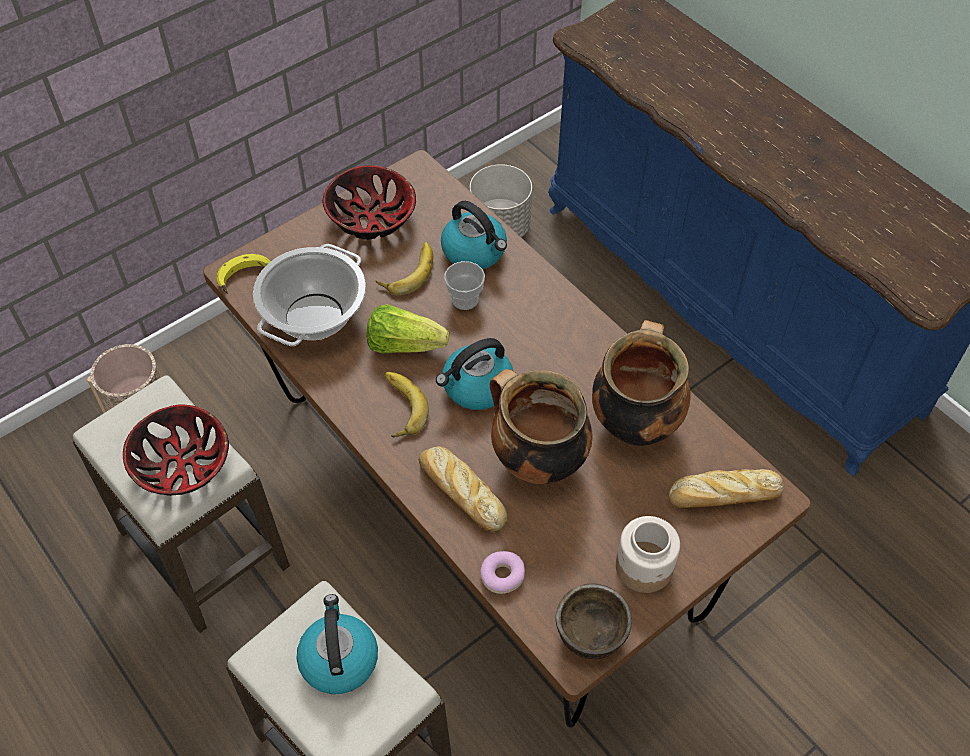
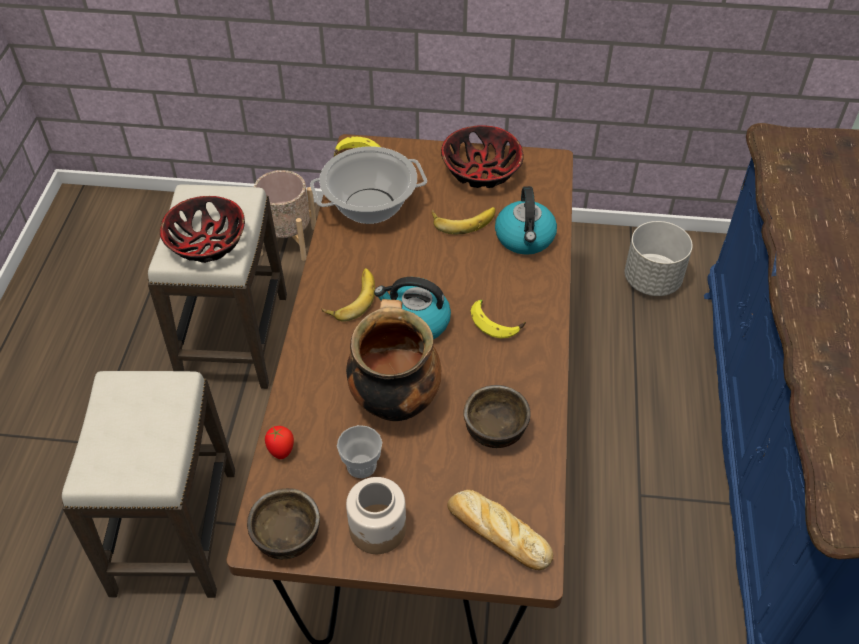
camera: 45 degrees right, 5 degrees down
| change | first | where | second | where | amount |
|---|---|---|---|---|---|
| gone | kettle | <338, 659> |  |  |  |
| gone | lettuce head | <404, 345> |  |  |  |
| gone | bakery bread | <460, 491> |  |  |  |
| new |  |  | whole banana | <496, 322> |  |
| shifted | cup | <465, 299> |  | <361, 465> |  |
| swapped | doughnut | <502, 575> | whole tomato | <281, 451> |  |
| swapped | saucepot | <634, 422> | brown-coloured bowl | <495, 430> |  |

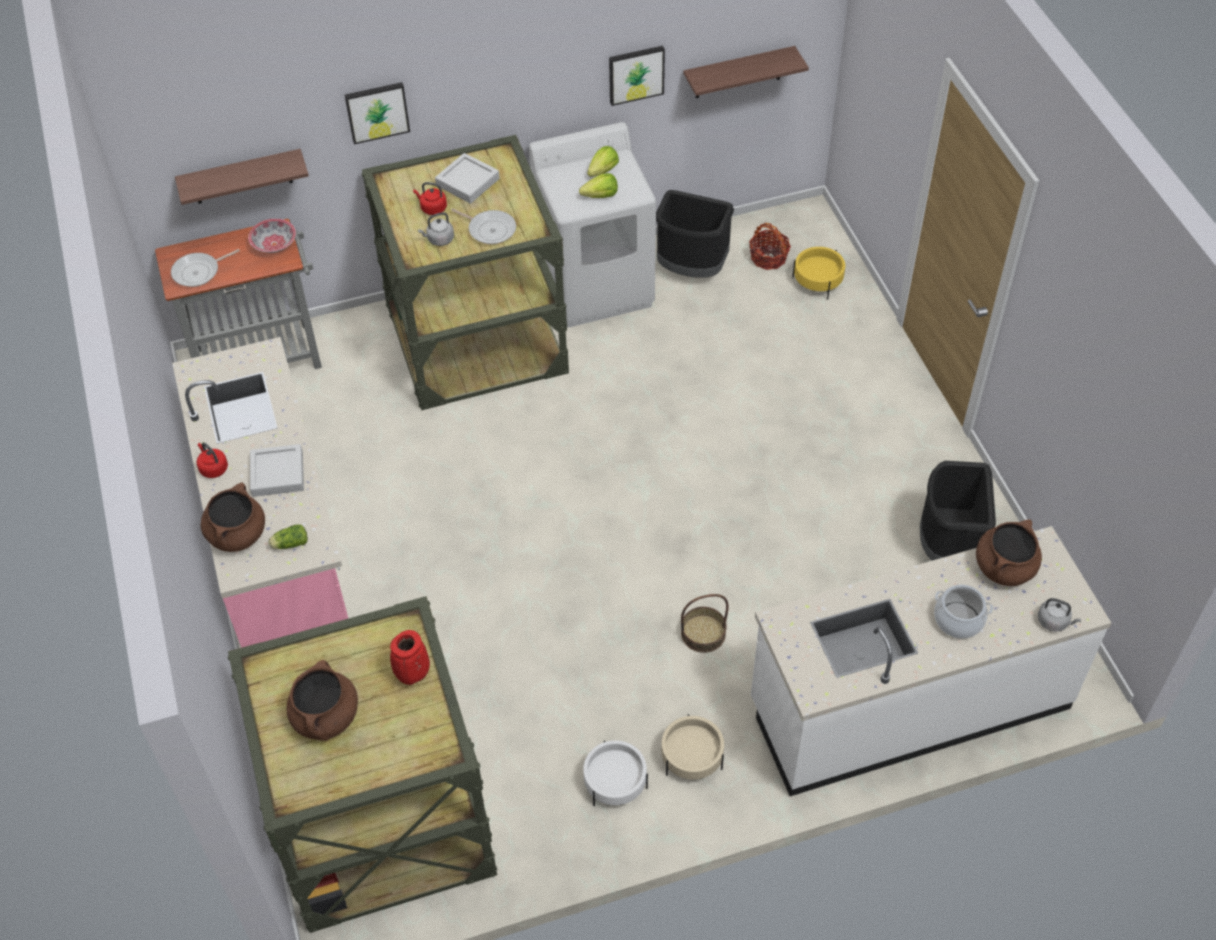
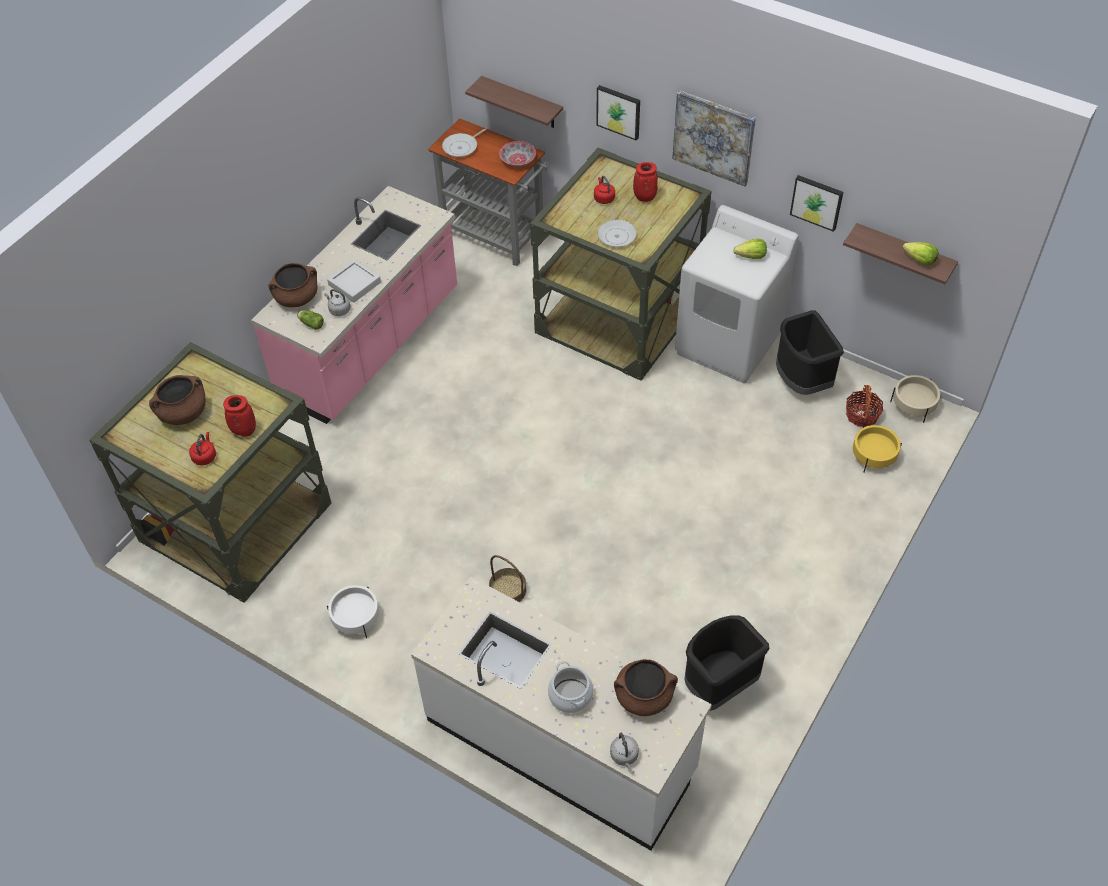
camera: 50 degrees right, 0 degrees up
| change | first | where | second | where | amount |
|---|---|---|---|---|---|
| new |  |  | picture | <713, 137> |  |
| shifted | red kettle | <213, 468> |  | <205, 456> |  |
| shifted | greyish kettle | <439, 239> |  | <339, 310> |  |
| shifted | lettuce head | <601, 196> |  | <919, 260> |  |
| shifted | sand-coloured planter | <691, 758> |  | <913, 405> |  |
| swapped | greyish tray | <467, 182> | red decorative vase | <644, 198> |  |
| rotated | frying pan | <199, 272> |  | <462, 147> | 60 degrees counterclockwise |

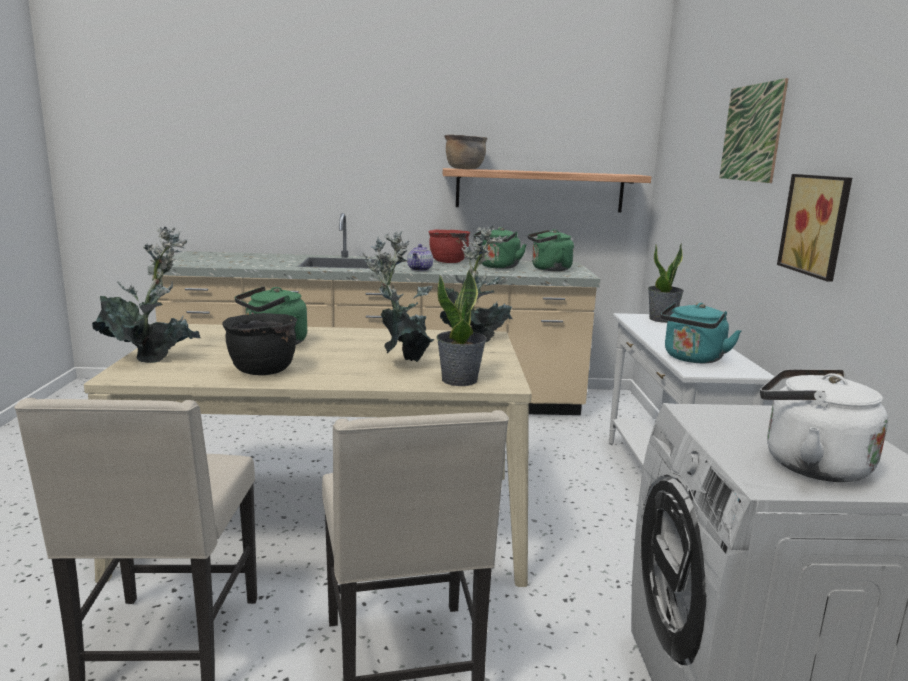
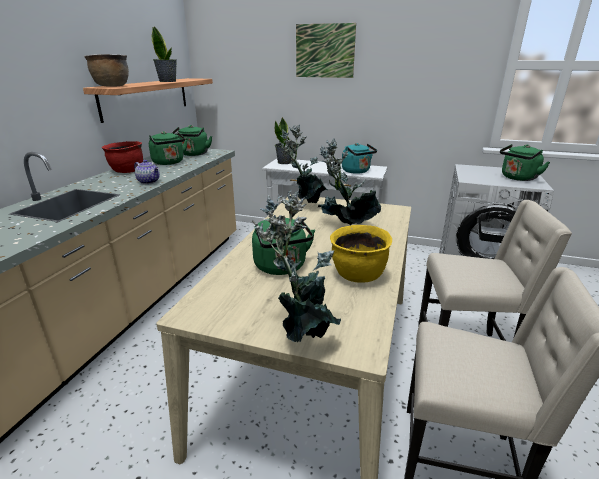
camera: 70 degrees left, 10 degrees up
| change | first | where | second | where | amount |
|---|---|---|---|---|---|
| gone | picture | <818, 225> |  |  |  |
| shifted | plant in a pot | <460, 380> |  | <168, 81> |  |
| repainted | blackish saucepot | <262, 370> | yellowish saucepot | <358, 275> |  |
| repainted | white-coloured kettle | <808, 464> | green-coloured kettle | <517, 178> |  |

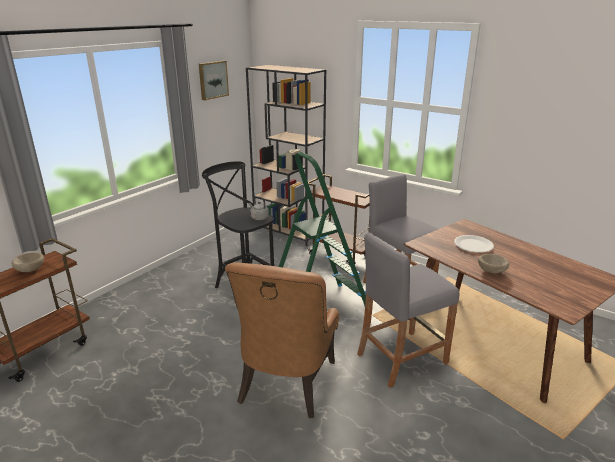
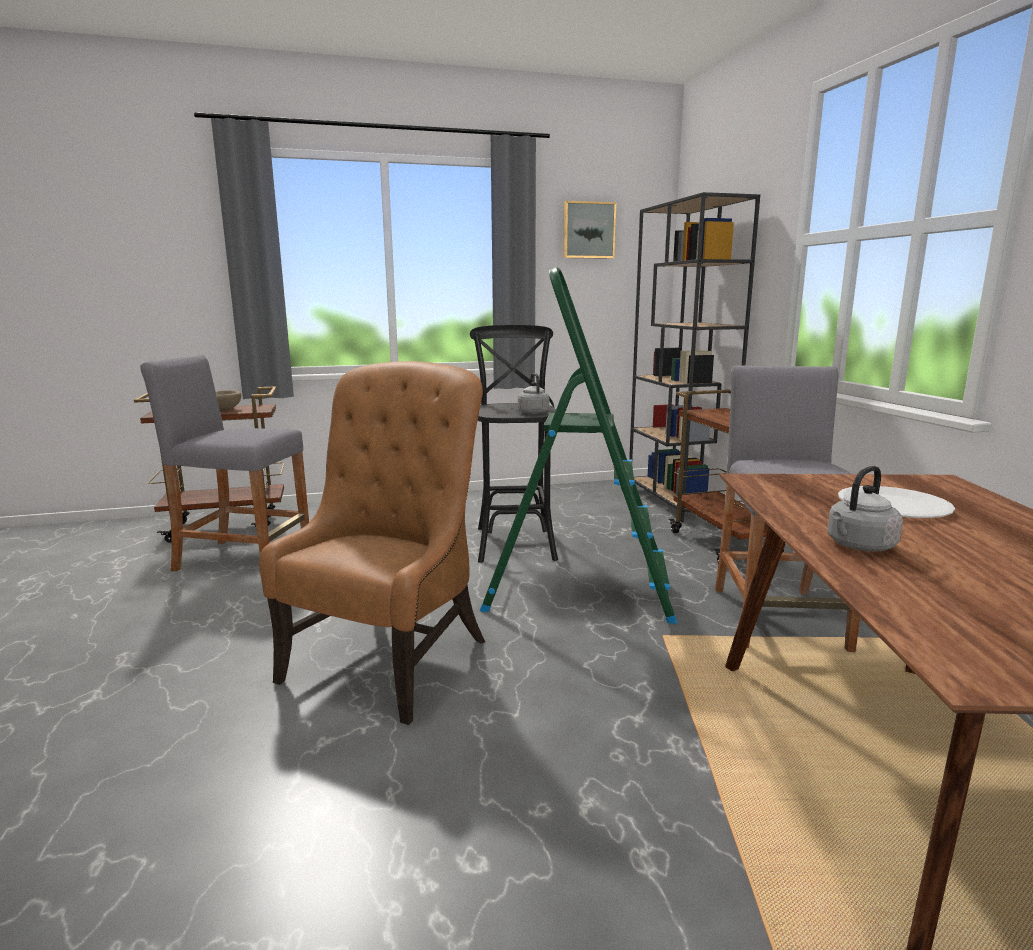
camera: 40 degrees right, 10 degrees down
| change | first | where | second | where | amount |
|---|---|---|---|---|---|
| shifted | greyish stool seat | <401, 358> |  | <244, 559> |  |
| swapped | sand-coloured bowl | <492, 271> | greyish kettle | <858, 546> |  |
| rotated | brown-coloured upright chair | <286, 382> |  | <389, 659> | 150 degrees clockwise |

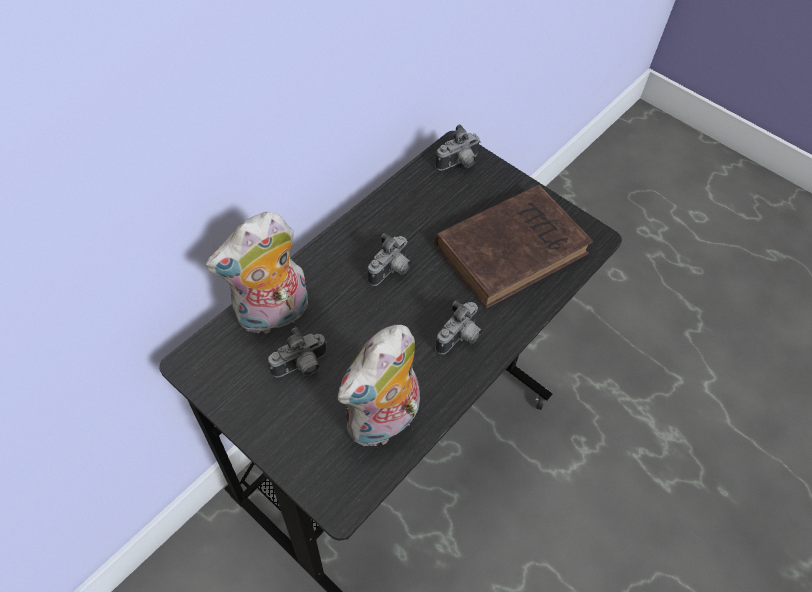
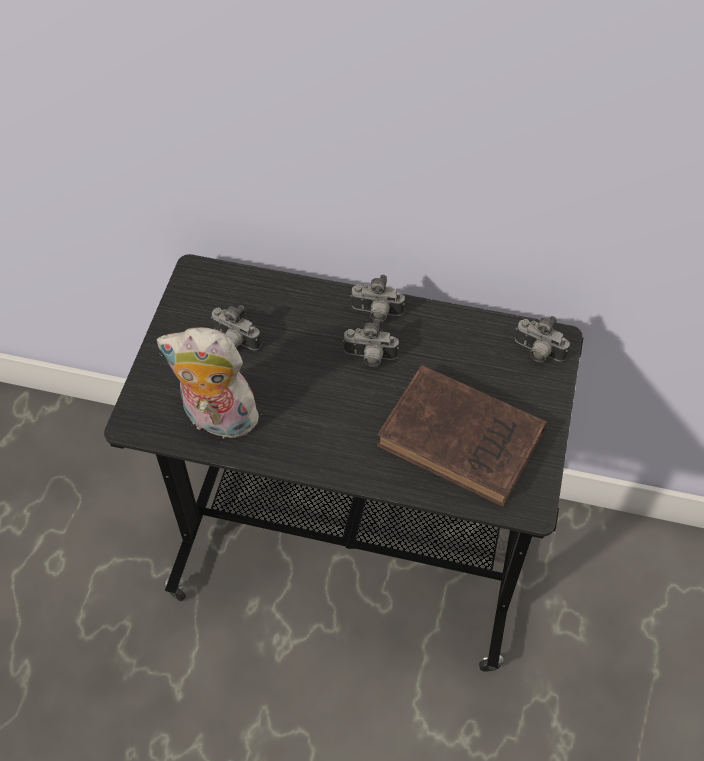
camera: 65 degrees right, 0 degrees up
| change | first | where | second | where | amount |
|---|---|---|---|---|---|
| gone | plush toy | <273, 315> |  |  |  |
| shifted | photo camera | <460, 338> |  | <376, 313> |  |

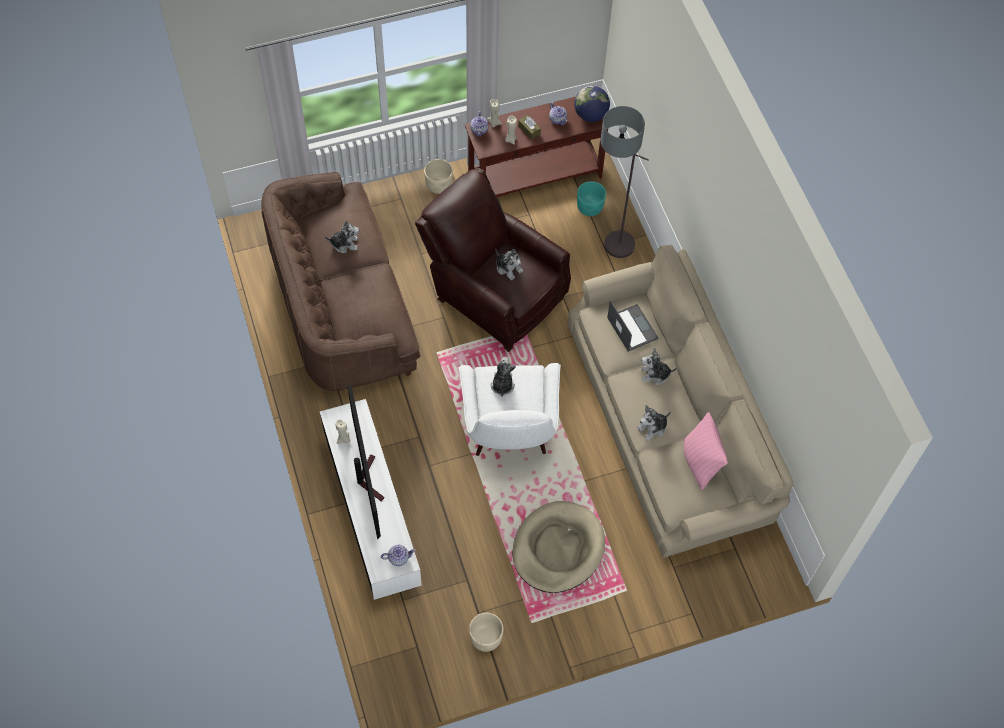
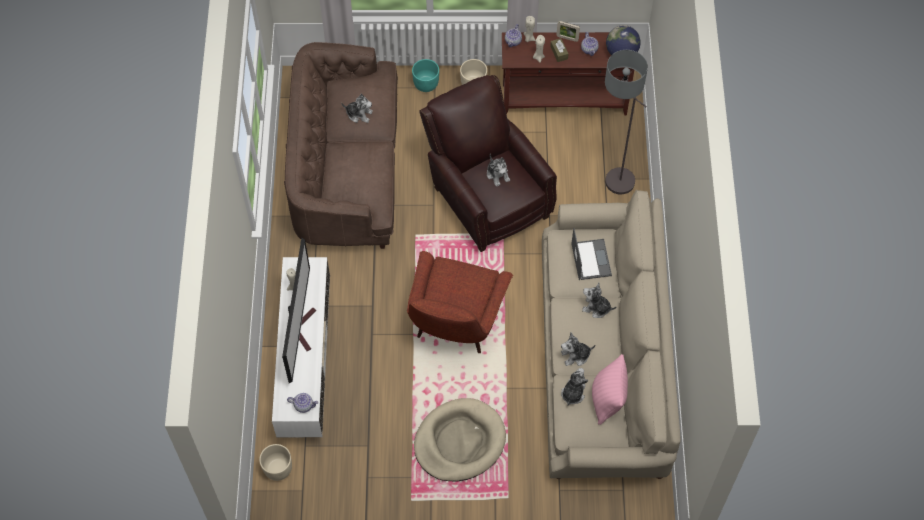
camera: 20 degrees right, 0 degrees up
| change | first | where | second | where | amount |
|---|---|---|---|---|---|
| new |  |  | photo frame | <567, 38> |  |
| shifted | sand-coloured planter | <485, 638> |  | <278, 469> |  |
| shifted | plush toy | <502, 384> |  | <573, 393> |  |
| shifted | turquoise planter | <589, 207> |  | <425, 84> |  |
| repainted | white-coloured armchair | <509, 430> | red armchair | <455, 323> |  |

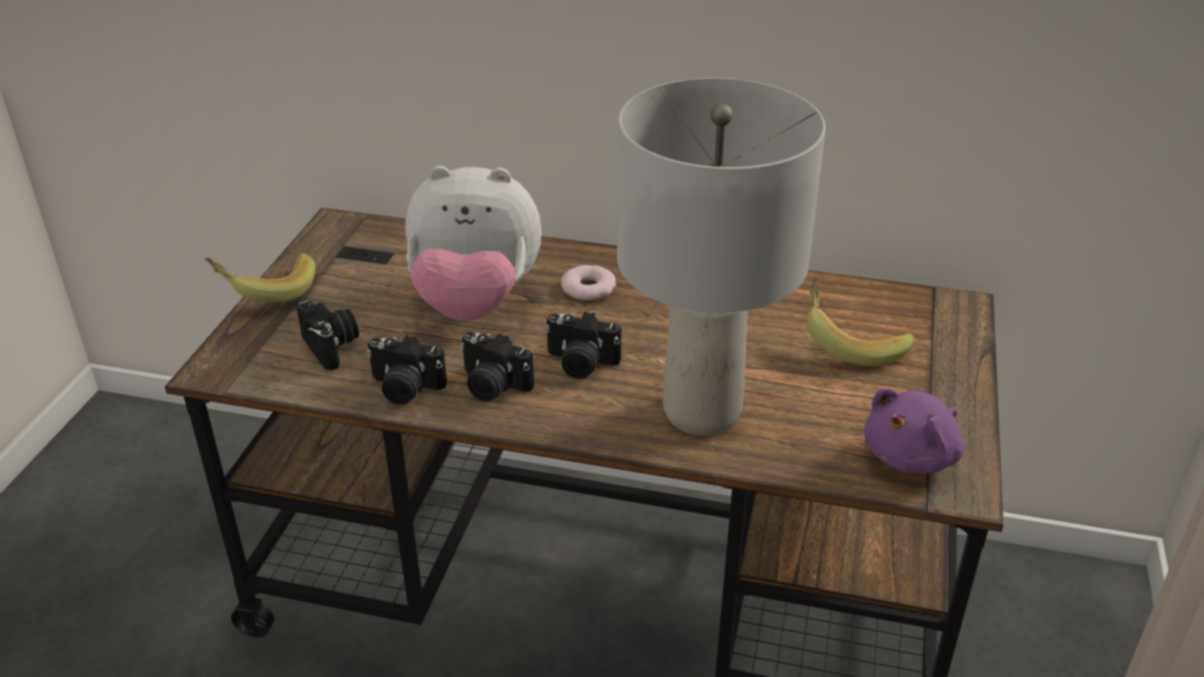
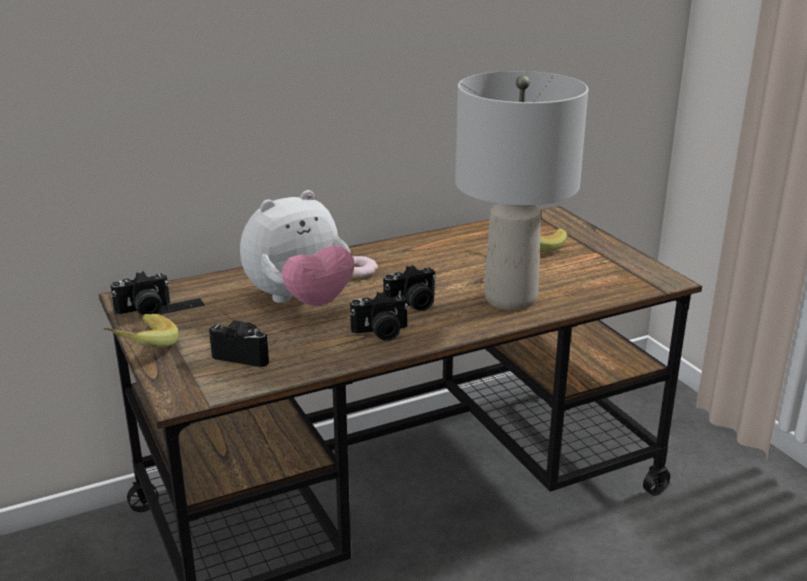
camera: 40 degrees left, 10 degrees down
| change | first | where | second | where | amount |
|---|---|---|---|---|---|
| gone | purple-coloured plush toy | <913, 456> |  |  |  |
| shifted | photo camera | <404, 389> |  | <144, 311> |  |

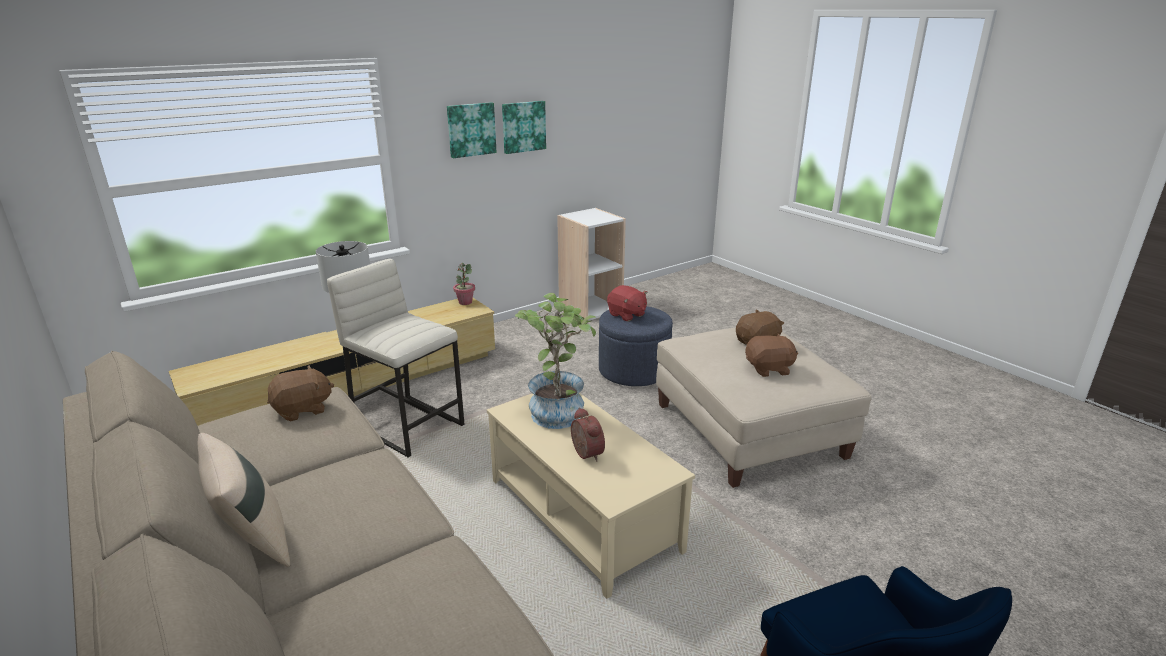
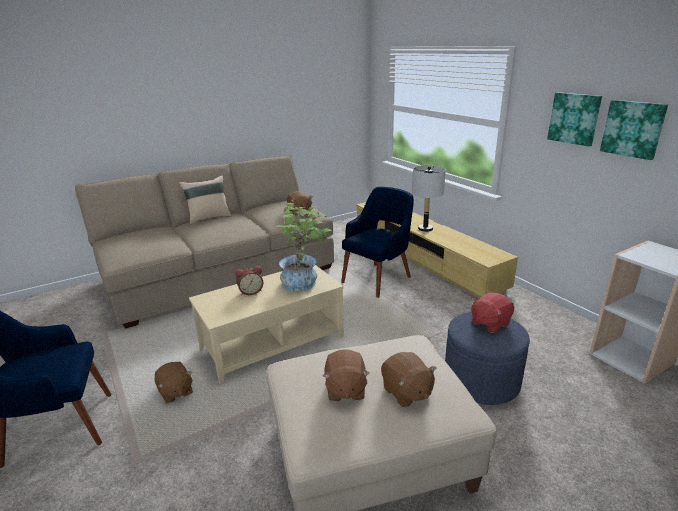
camera: 95 degrees right, 0 degrees up
| change | first | where | second | where | amount |
|---|---|---|---|---|---|
| gone | plant in a pot | <465, 302> |  |  |  |
| new |  |  | brown-coloured plush toy | <175, 392> |  |
| swapped | sand-coloured stool seat | <408, 425> | blue-coloured armchair | <378, 279> |  |

